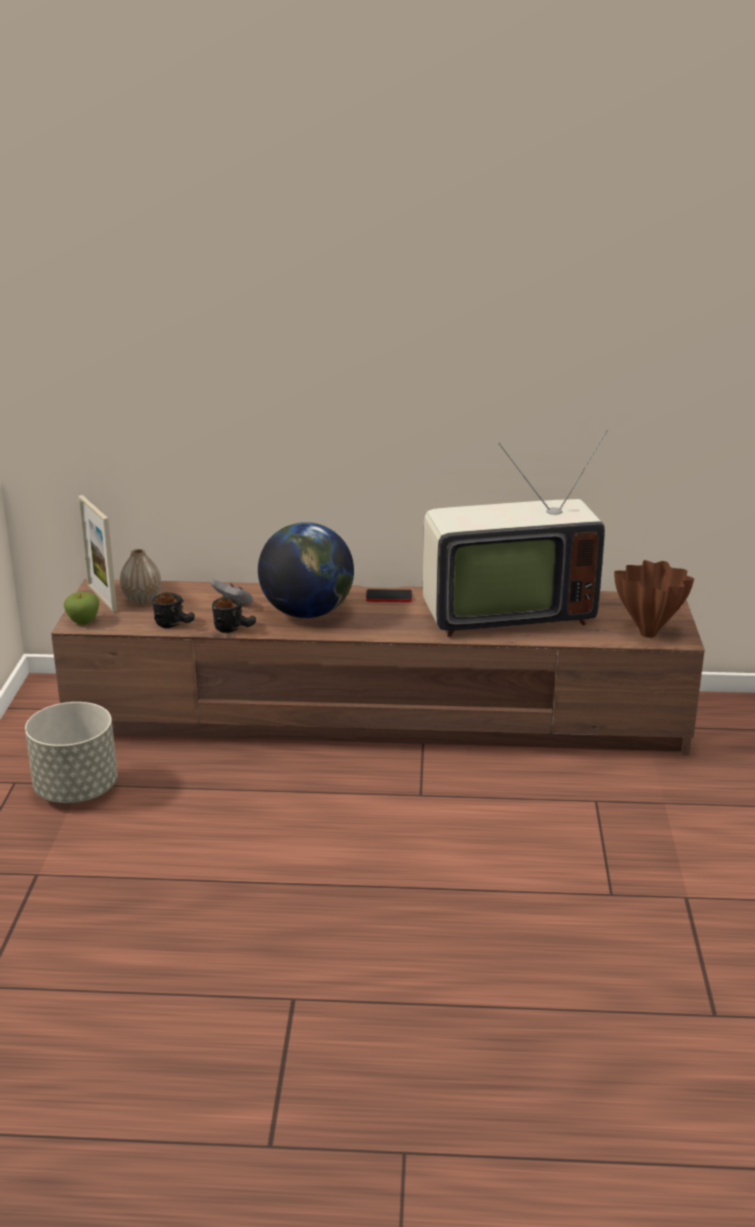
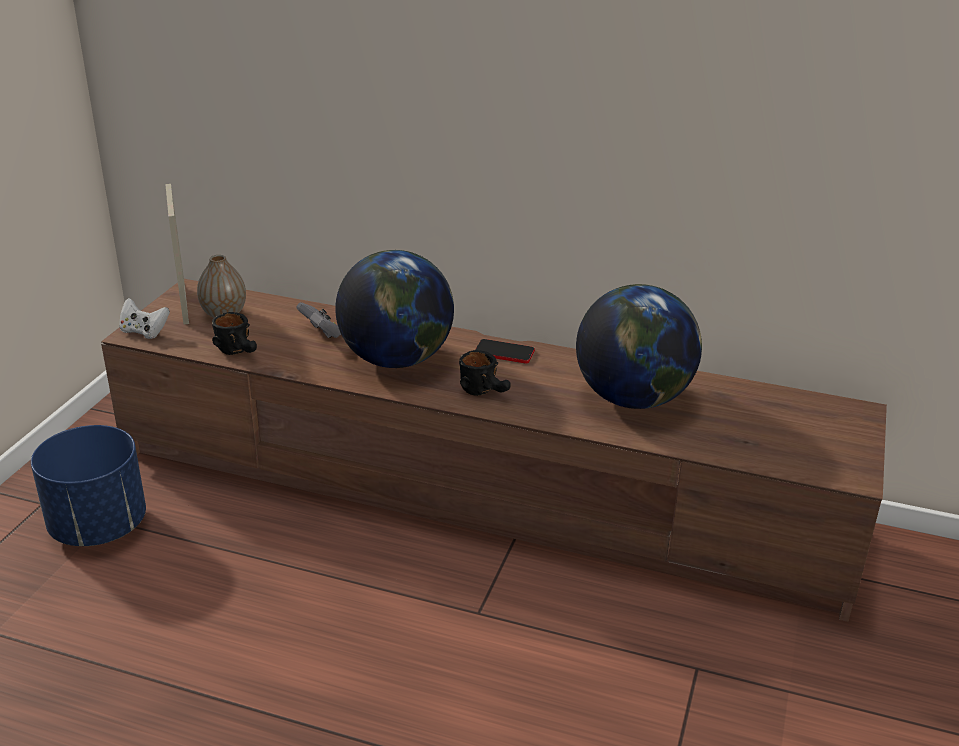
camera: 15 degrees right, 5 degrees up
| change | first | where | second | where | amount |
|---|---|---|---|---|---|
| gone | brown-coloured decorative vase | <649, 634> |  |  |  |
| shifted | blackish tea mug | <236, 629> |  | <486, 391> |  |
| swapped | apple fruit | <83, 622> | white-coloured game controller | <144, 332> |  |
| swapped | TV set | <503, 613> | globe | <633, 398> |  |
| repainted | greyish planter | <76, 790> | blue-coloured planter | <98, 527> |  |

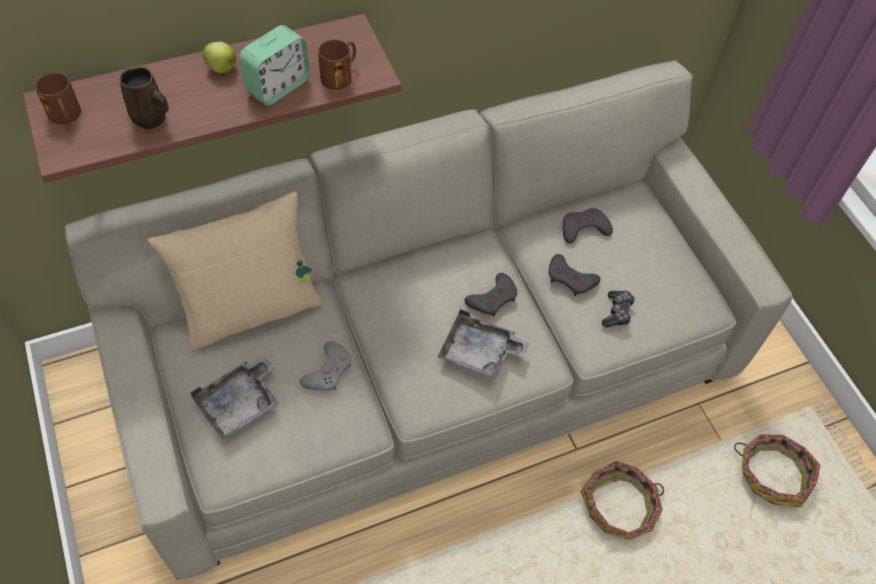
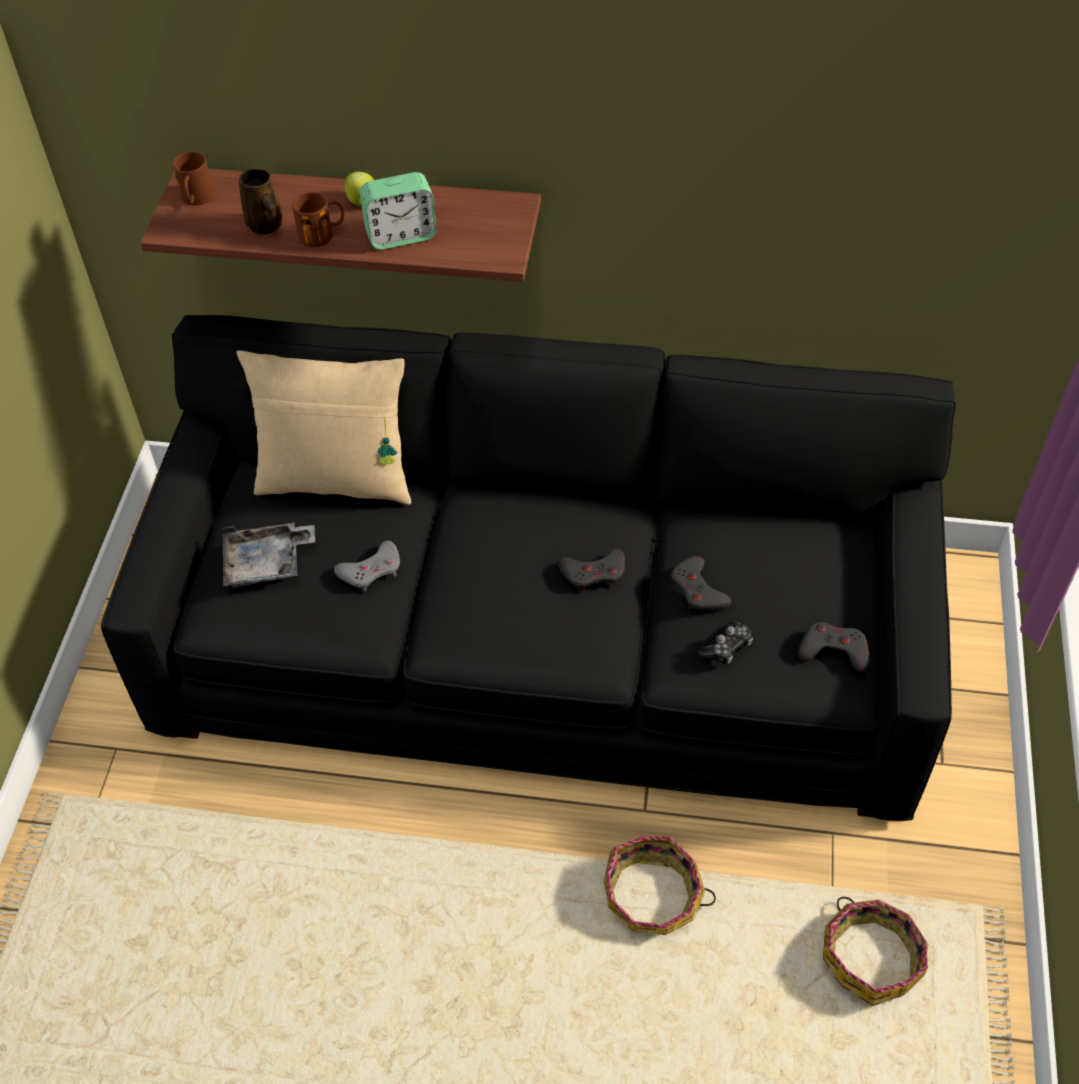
camera: 35 degrees right, 5 degrees down
| change | first | where | second | where | amount |
|---|---|---|---|---|---|
| gone | greyish tray | <479, 353> |  |  |  |
| shifted | brown-coloured tea mug | <340, 75> |  | <322, 234> |  |
| shifted | greyish game controller | <583, 228> |  | <833, 650> |  |
| repainted | sand-coloured settee | <433, 362> | blackish settee | <543, 643> |  |

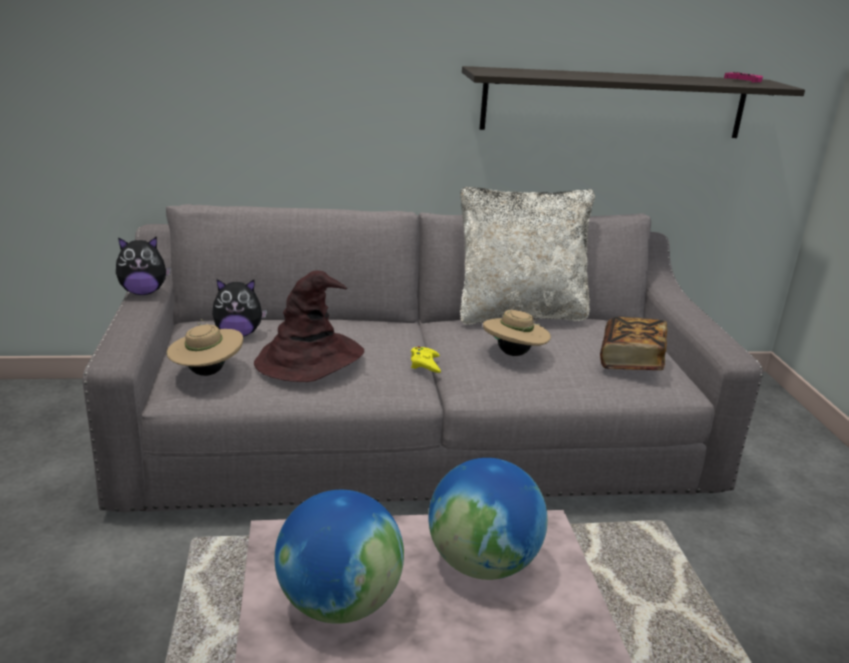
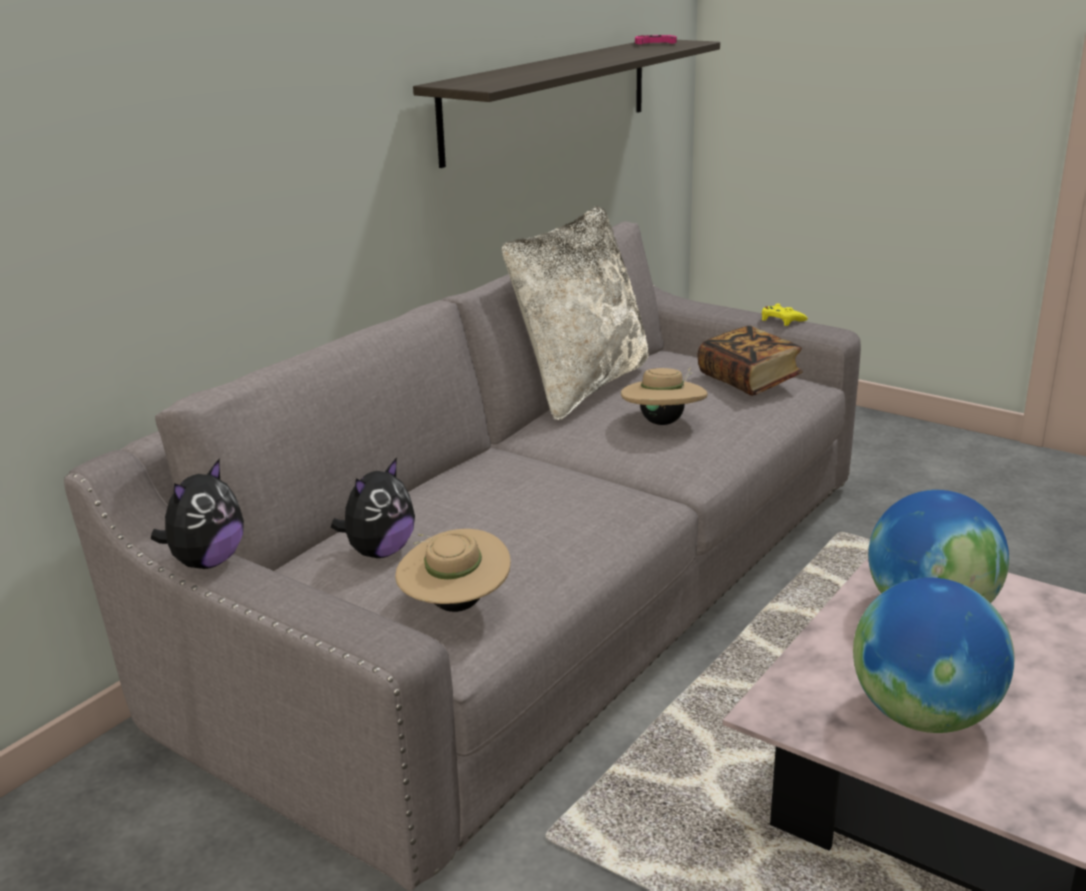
camera: 45 degrees left, 0 degrees up
| change | first | where | second | where | amount |
|---|---|---|---|---|---|
| gone | brown-coloured wearable hat | <310, 359> |  |  |  |
| shifted | yellowish game controller | <425, 364> |  | <781, 320> |  |

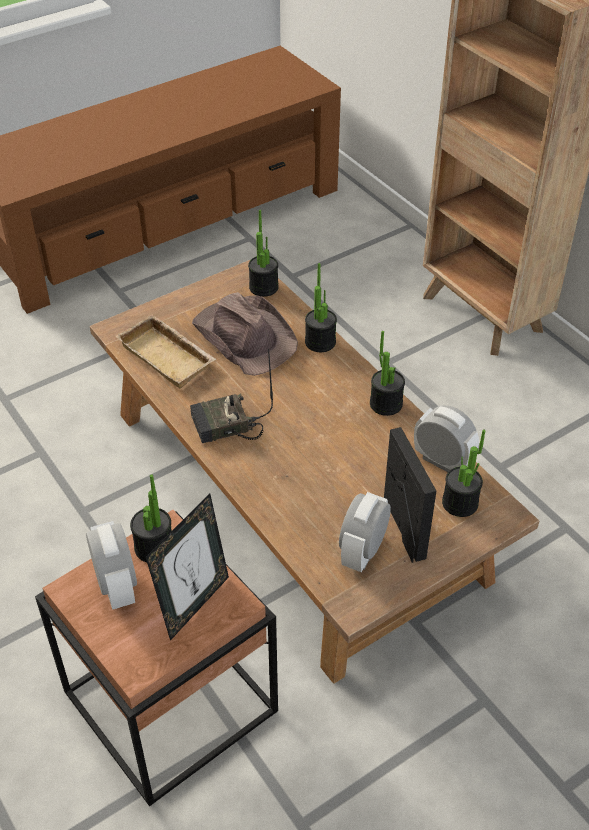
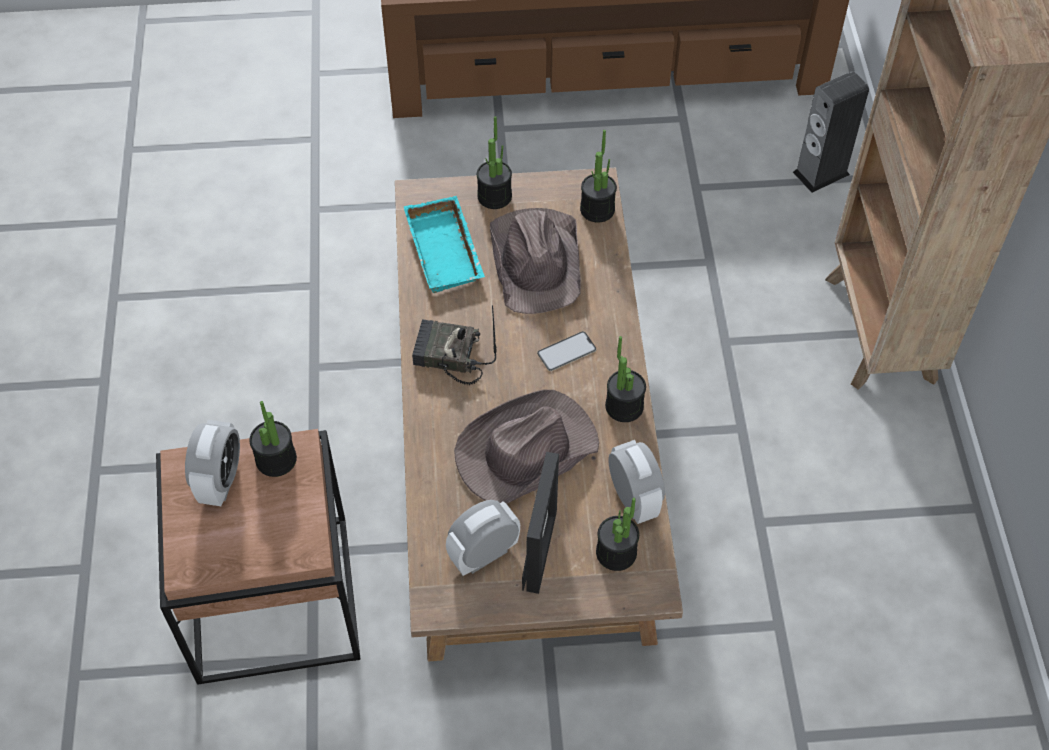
camera: 30 degrees right, 10 degrees up
| change | first | where | second | where | amount |
|---|---|---|---|---|---|
| gone | photo frame | <194, 604> |  |  |  |
| new |  |  | brown-coloured wearable hat | <525, 451> |  |
| new |  |  | phone | <566, 351> |  |
| new |  |  | speaker | <821, 173> |  |
| shifted | plant in a pot | <320, 342> |  | <494, 196> |  |
| repainted | sand-coloured tray | <169, 356> | turquoise tray | <447, 251> |  |

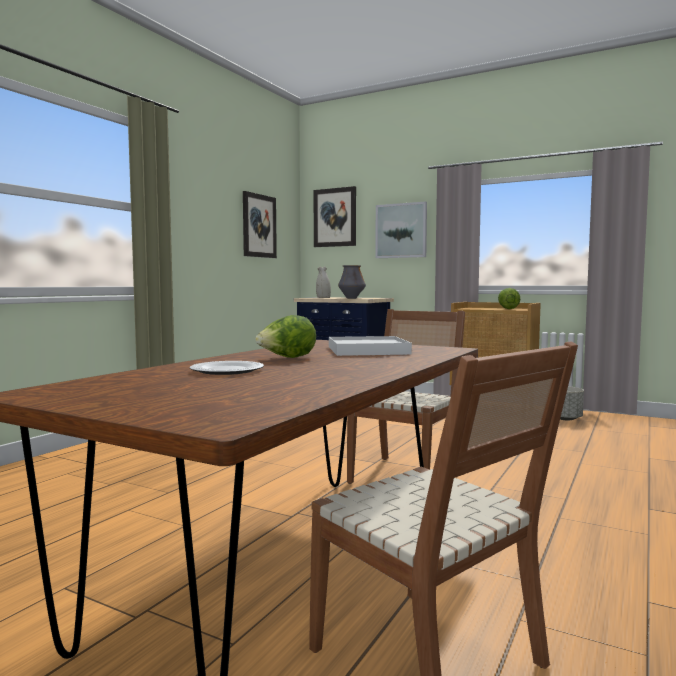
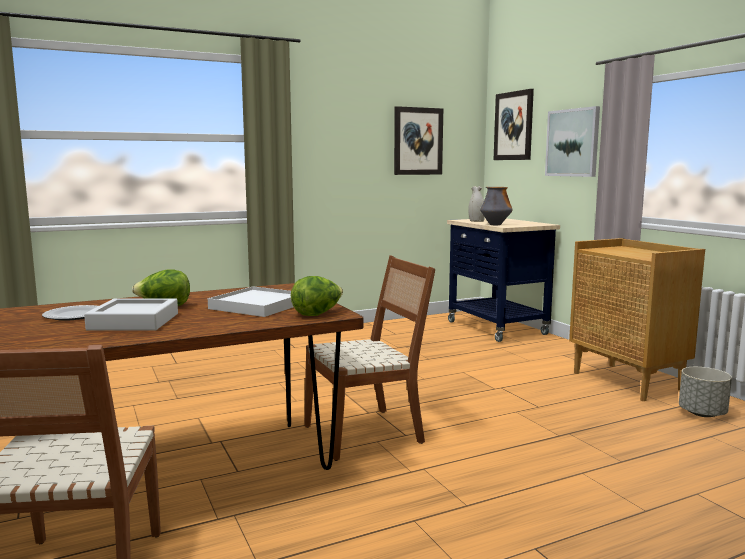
camera: 35 degrees right, 5 degrees up
| change | first | where | second | where | amount |
|---|---|---|---|---|---|
| new |  |  | greyish tray | <134, 322> |  |
| shifted | lettuce head | <508, 309> |  | <317, 314> |  |

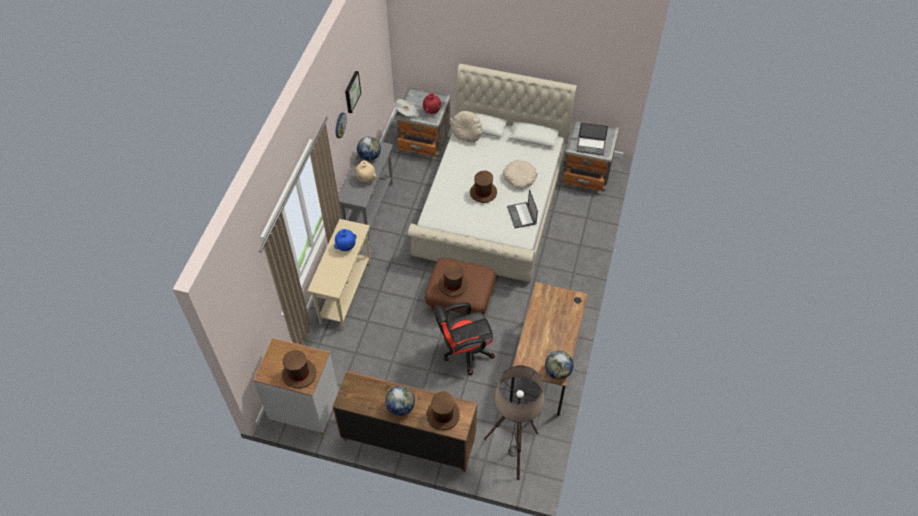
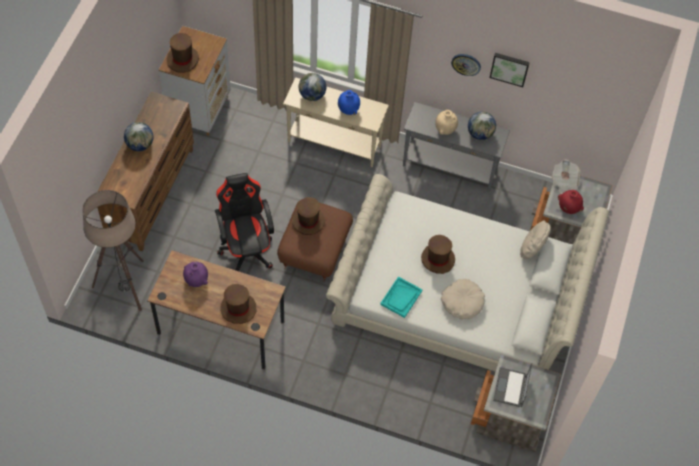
camera: 90 degrees right, 5 degrees up
| change | first | where | second | where | amount |
|---|---|---|---|---|---|
| new |  |  | purple-coloured decorative vase | <196, 281> |  |
| shifted | brown-coloured wearable hat | <443, 415> |  | <238, 308> |  |
| shifted | globe | <558, 372> |  | <312, 95> |  |
| swapped | laptop | <522, 215> | turquoise tray | <401, 298> |  |

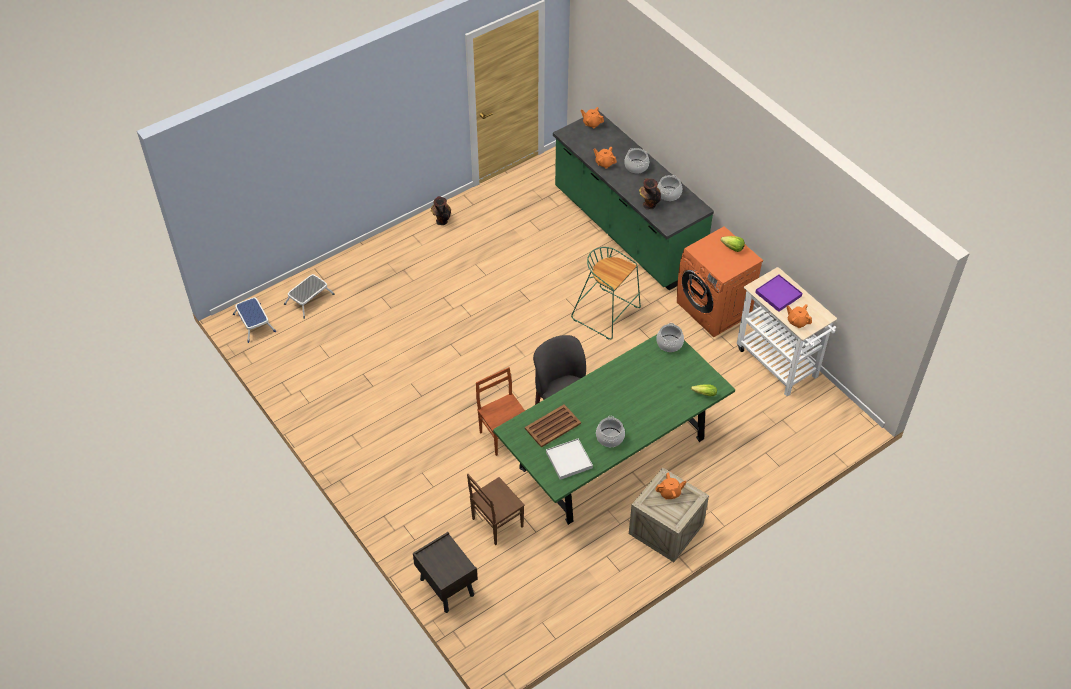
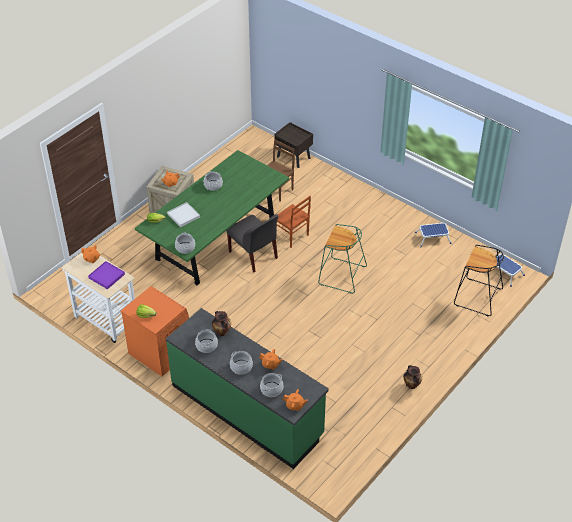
camera: 165 degrees right, 5 degrees down
| change | first | where | second | where | amount |
|---|---|---|---|---|---|
| gone | brown-coloured tray | <553, 426> |  |  |  |
| new |  |  | saucepot | <271, 389> |  |
| new |  |  | blue-coloured step ladder | <433, 238> |  |
| shifted | white-coloured tray | <569, 460> |  | <183, 216> |  |
| shifted | green-coloured stool seat | <607, 314> |  | <341, 275> |  |
| swapped | greyish step ladder | <309, 299> | blackish stool seat | <477, 297> |  |

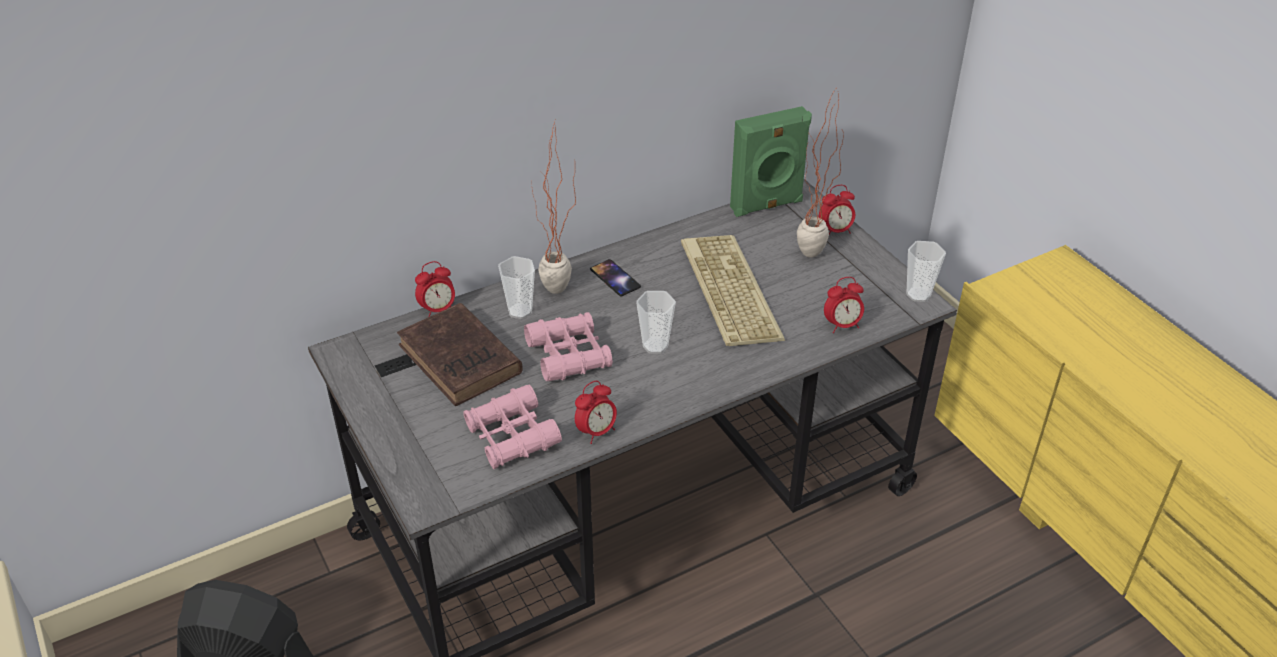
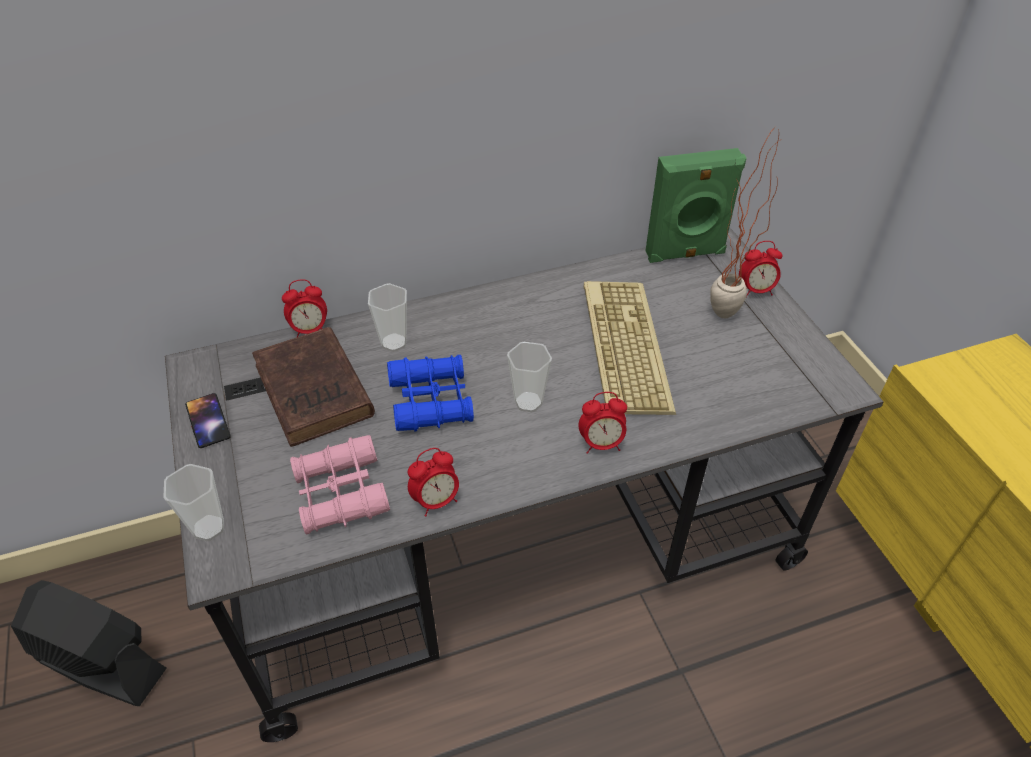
camera: 10 degrees right, 5 degrees up
| change | first | where | second | where | amount |
|---|---|---|---|---|---|
| gone | plant in a pot | <559, 296> |  |  |  |
| shifted | phone | <615, 278> |  | <207, 421> |  |
| shifted | table clock | <842, 325> |  | <601, 444> |  |
| shifted | cup | <918, 294> |  | <209, 528> |  |
| repainted | pinkish binoculars | <568, 355> | blue-coloured binoculars | <431, 401> |  |

